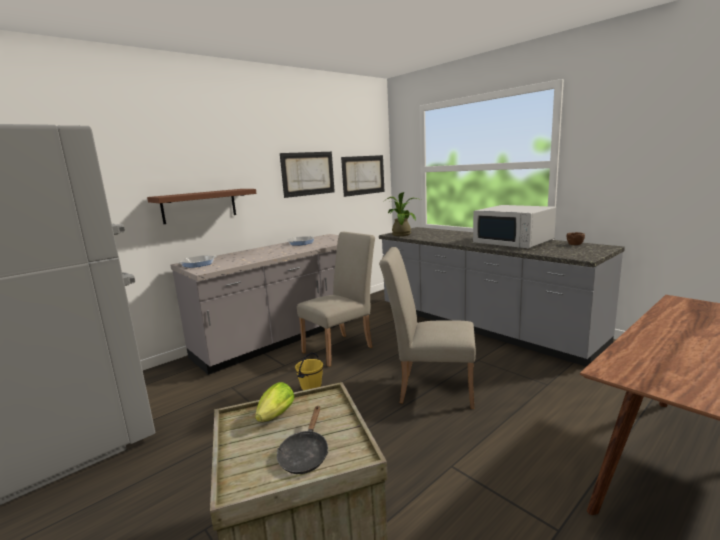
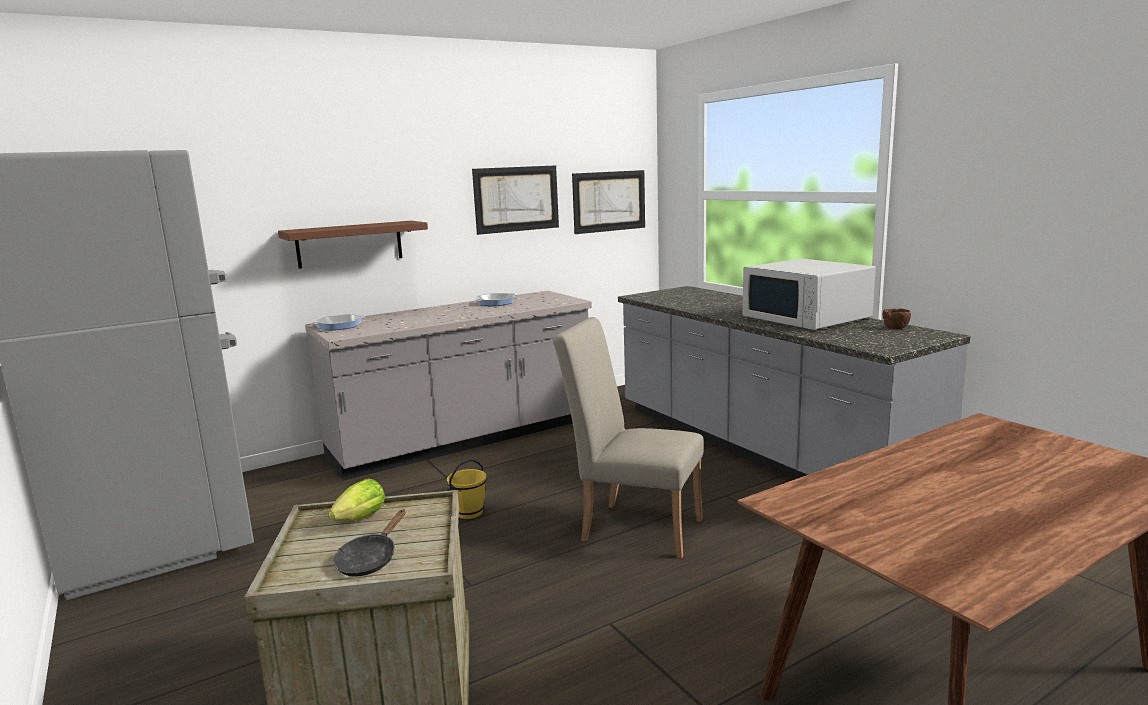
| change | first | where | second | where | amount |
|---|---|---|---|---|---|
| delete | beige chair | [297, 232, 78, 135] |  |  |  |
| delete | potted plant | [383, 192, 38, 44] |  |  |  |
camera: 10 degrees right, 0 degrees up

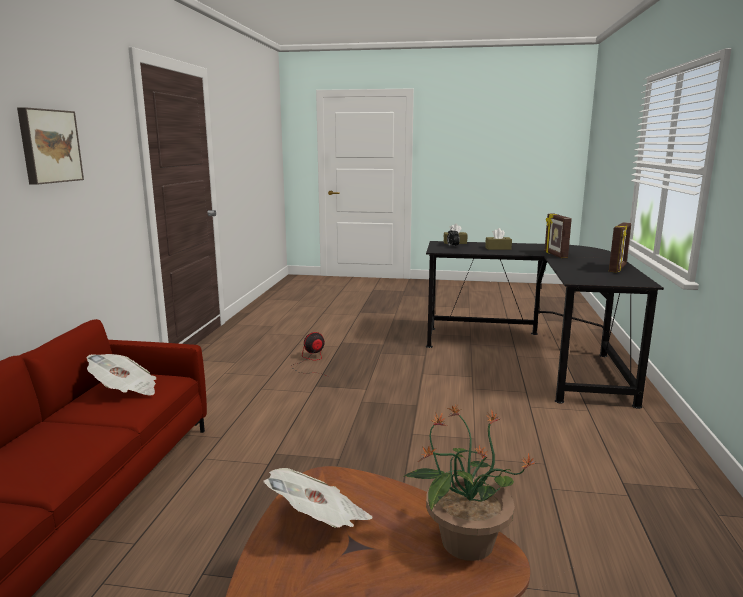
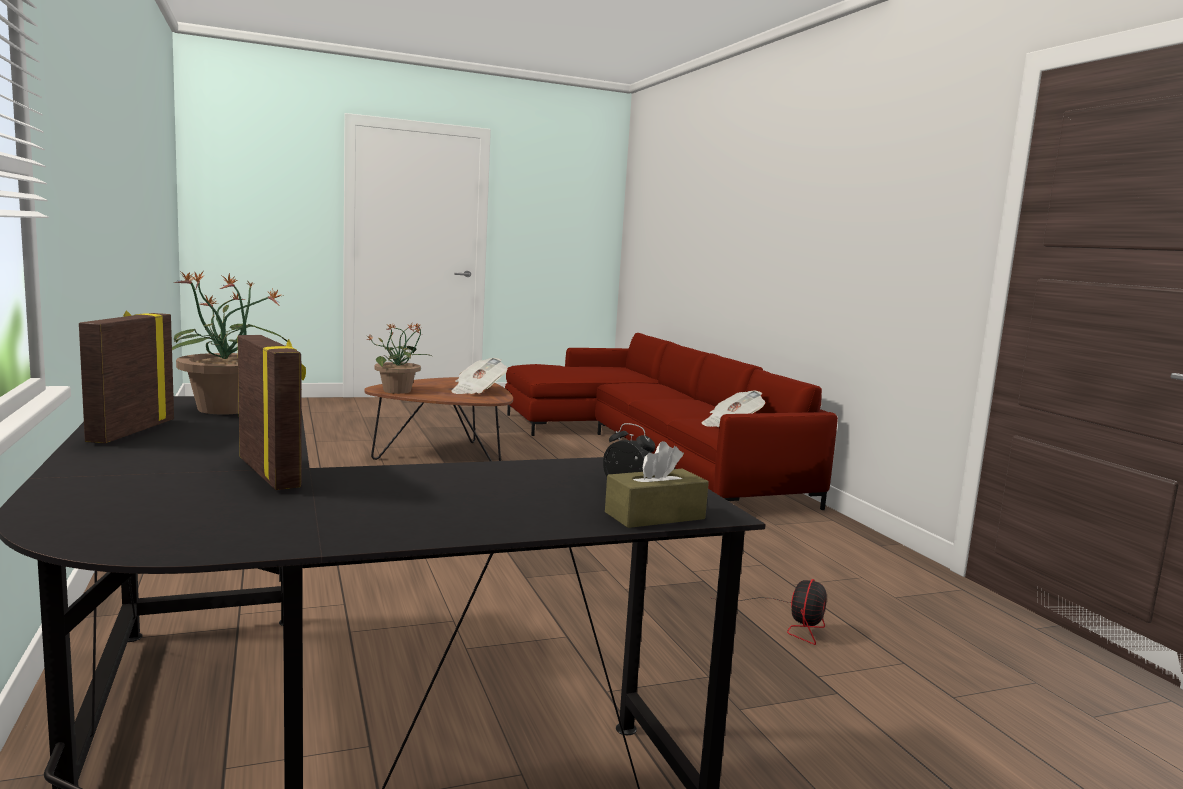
| change | first | where | second | where | amount |
|---|---|---|---|---|---|
| delete | picture | [17, 107, 67, 78] |  |  |  |
| delete | brown tissue box | [485, 228, 27, 22] |  |  |  |
| insert |  |  | potted plant | [172, 271, 115, 144] |  |
camera: 150 degrees right, 5 degrees down

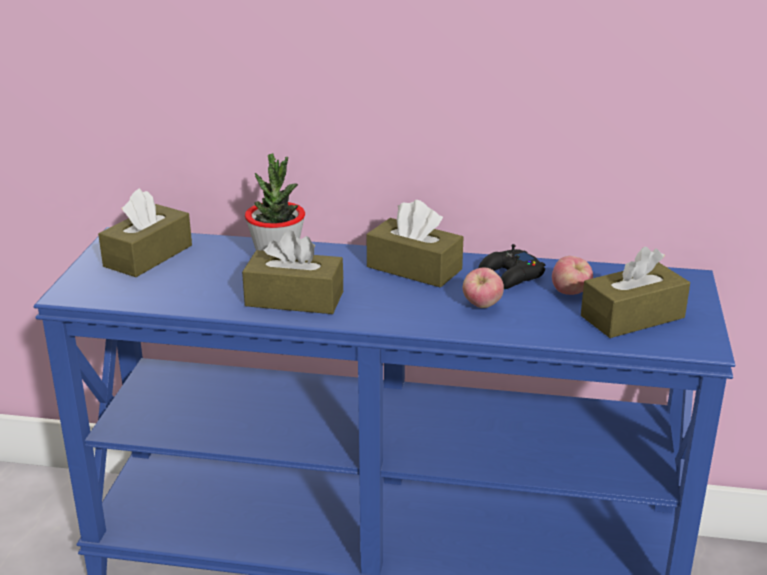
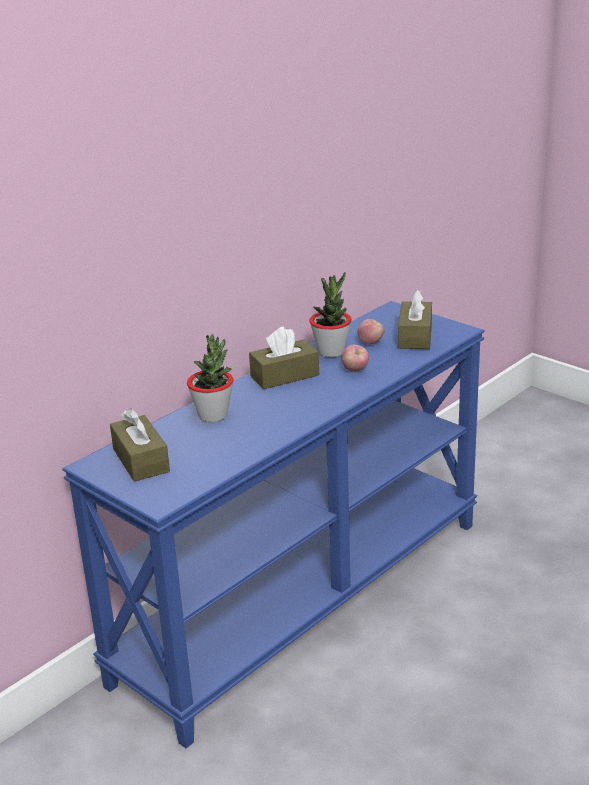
| change | first | where | second | where | amount |
|---|---|---|---|---|---|
| delete | brown tissue box | [242, 230, 101, 84] |  |  |  |
| replace | black game controller | [478, 244, 67, 45] | potted plant | [309, 272, 43, 85] |  |
camera: 55 degrees left, 0 degrees up

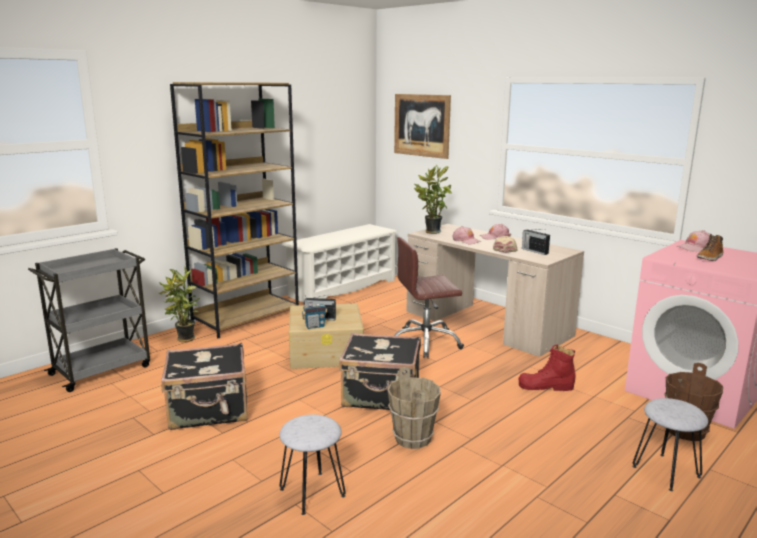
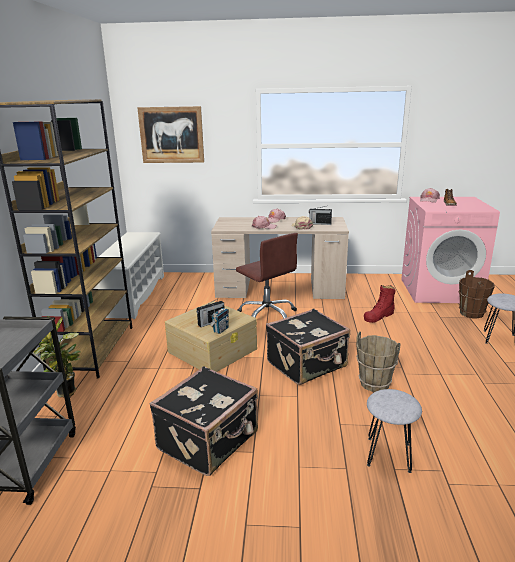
| change | first | where | second | where | amount |
|---|---|---|---|---|---|
| delete | potted plant | [414, 165, 38, 69] |  |  |  |
| rotate | brown office chair | [394, 237, 70, 121] |  | [236, 233, 62, 86] | 75 degrees counterclockwise |
camera: 40 degrees left, 5 degrees up

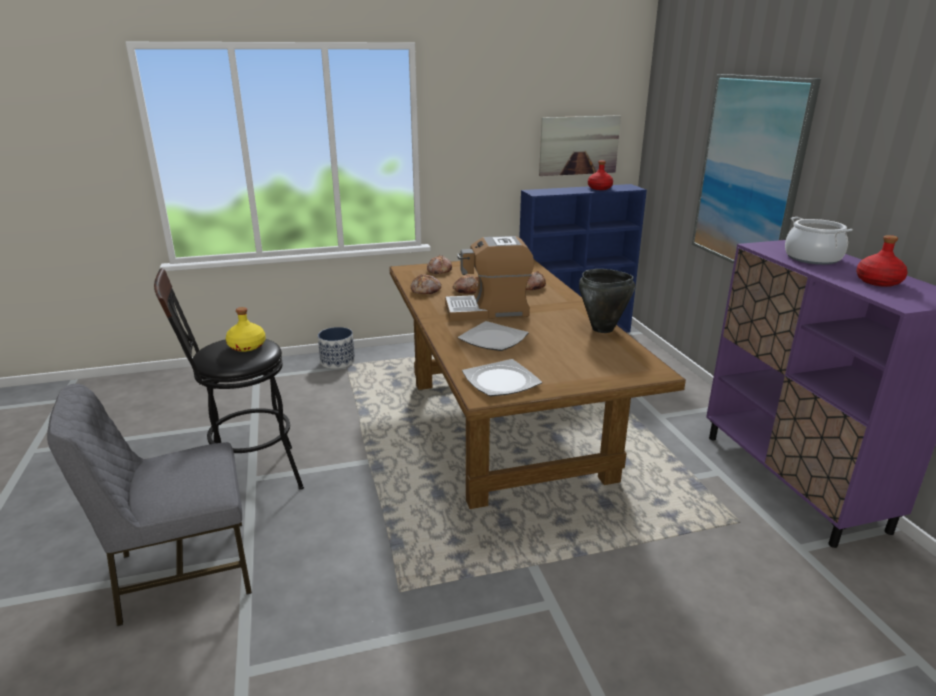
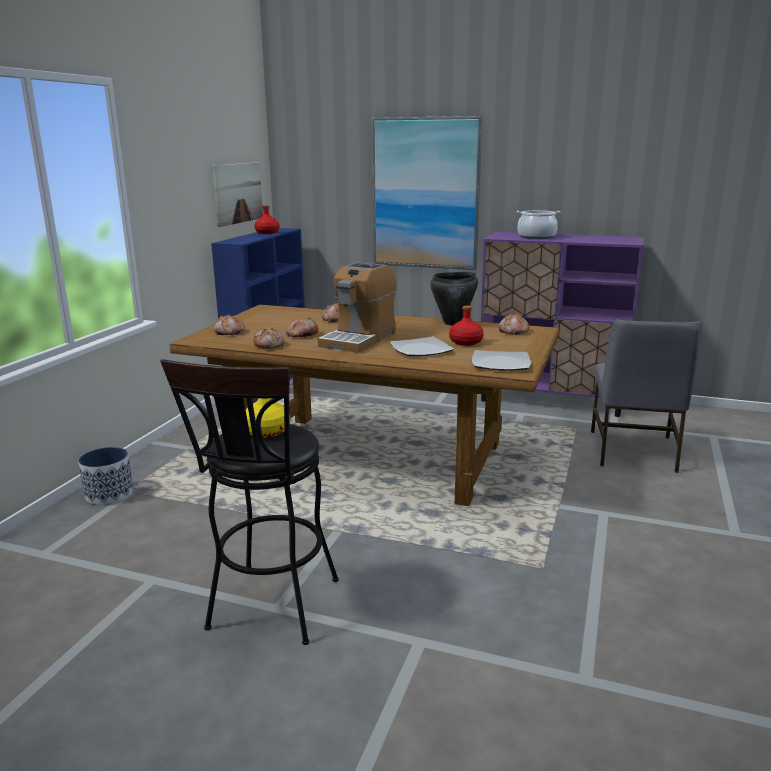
| change | first | where | second | where | amount |
|---|---|---|---|---|---|
| insert |  |  | bread | [499, 314, 30, 21] |  |
| move | grey chair | [47, 384, 205, 242] |  | [591, 319, 111, 154] |  |
| move | red bottle | [856, 235, 52, 52] |  | [449, 306, 35, 40] |  |
camera: 55 degrees left, 5 degrees down

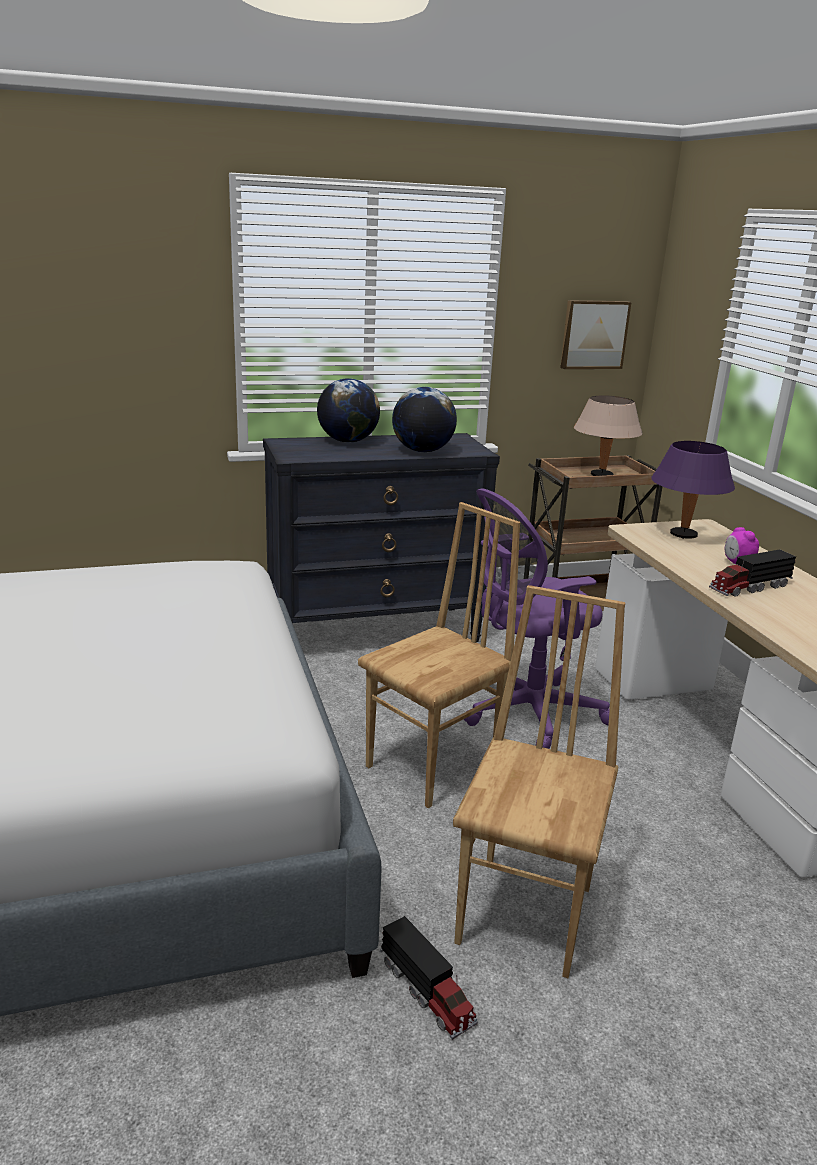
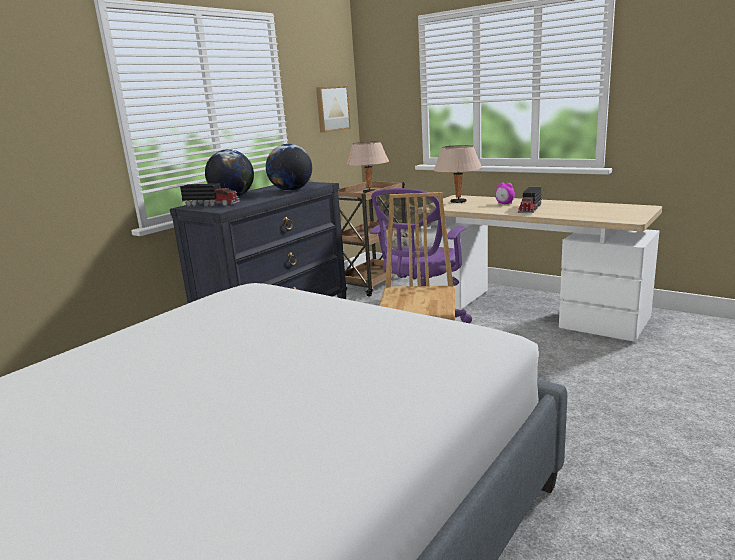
| change | first | where | second | where | amount |
|---|---|---|---|---|---|
| delete | brown chair | [453, 585, 172, 393] |  |  |  |
| move | toy truck | [380, 916, 98, 124] |  | [180, 184, 60, 22] |  |
| recolor | purple table lamp | [651, 441, 84, 98] | beige table lamp | [434, 145, 48, 58] |  |
camera: 35 degrees left, 5 degrees down

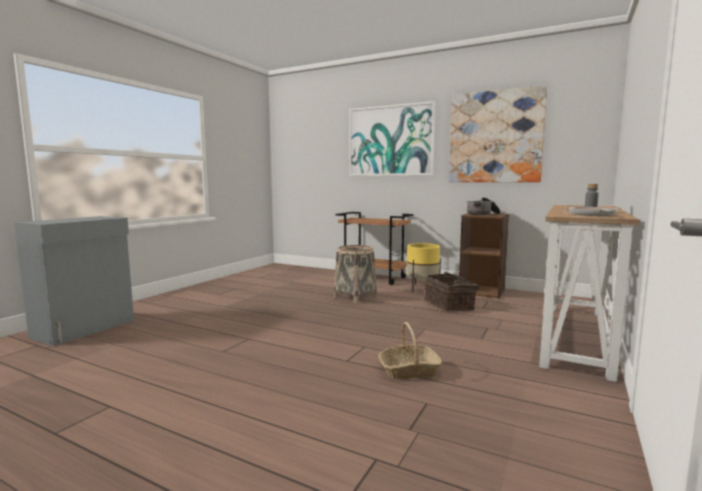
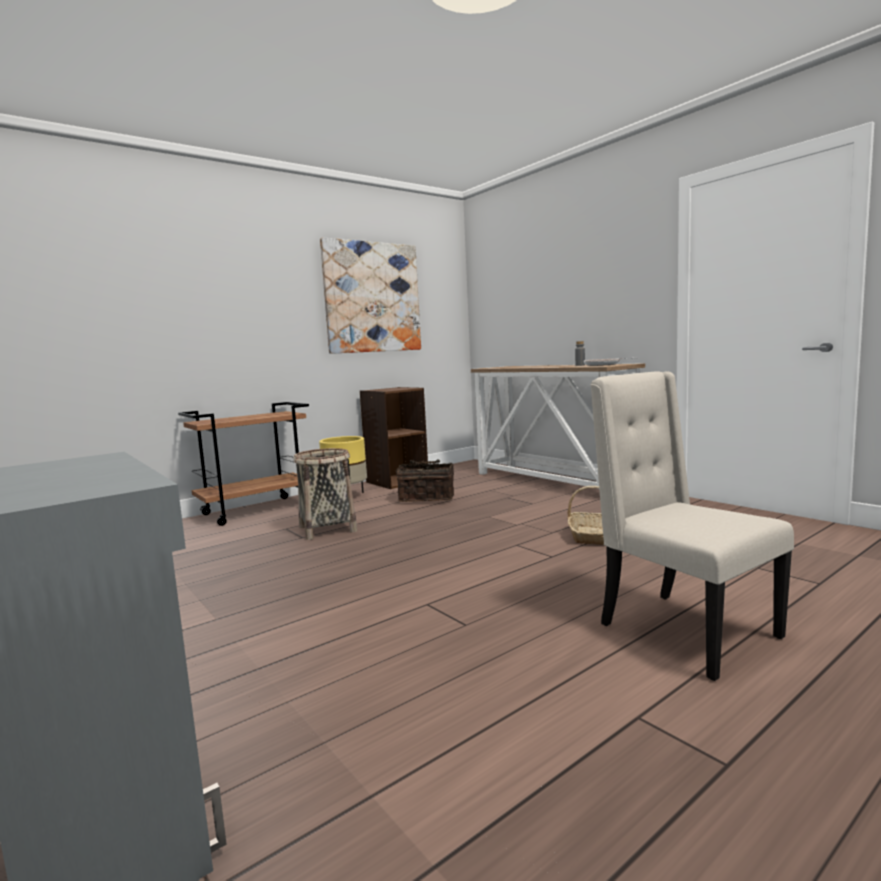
| change | first | where | second | where | amount |
|---|---|---|---|---|---|
| delete | picture | [349, 101, 87, 75] |  |  |  |
| delete | cooking pot | [467, 197, 34, 18] |  |  |  |
| insert |  |  | beige chair | [590, 371, 204, 310] |  |
camera: 65 degrees left, 0 degrees up

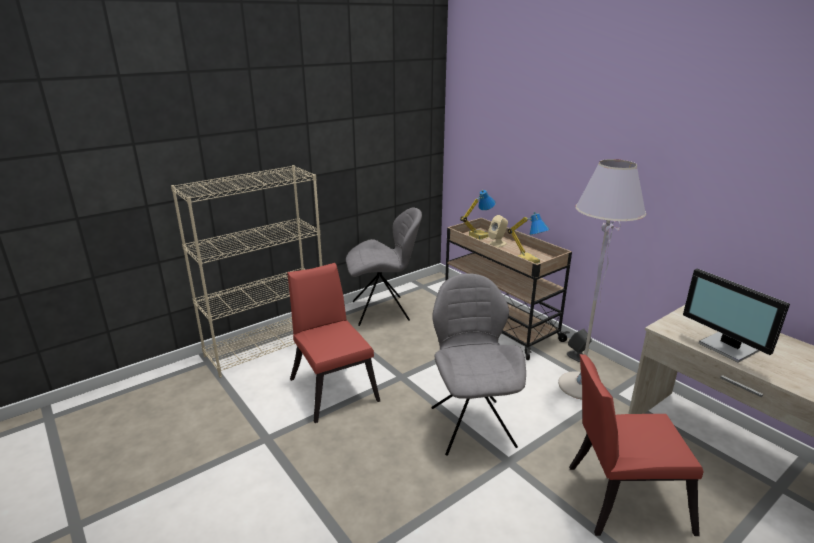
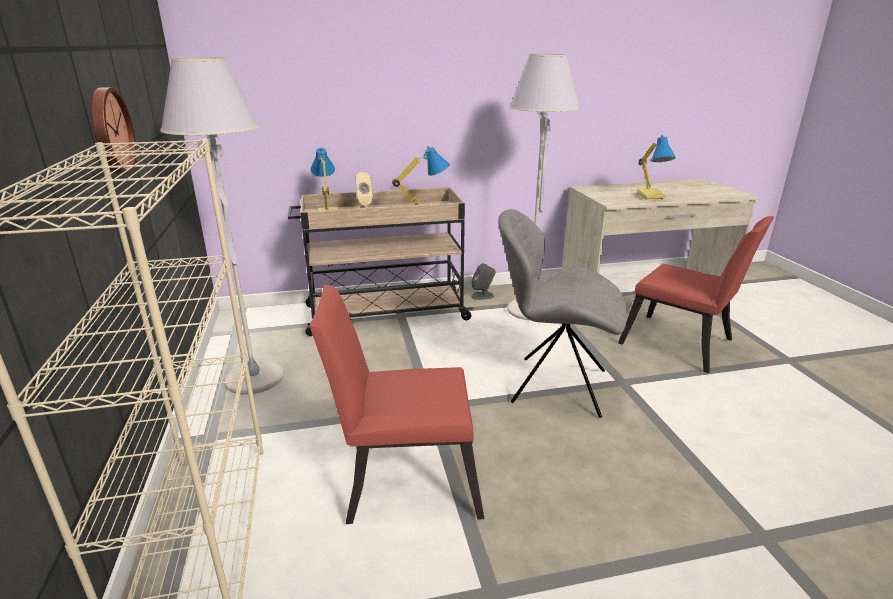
| change | first | where | second | where | amount |
|---|---|---|---|---|---|
| insert |  |  | wall clock | [91, 87, 45, 87] |  |
| replace | grey chair | [346, 208, 76, 118] | grey floor lamp | [160, 57, 124, 338] |  |
| replace | monitor | [683, 268, 107, 95] | table lamp | [637, 135, 39, 65] |  |
| rotate | red chair | [569, 354, 135, 182] |  | [618, 216, 156, 157] | 75 degrees counterclockwise |
camera: 65 degrees left, 0 degrees up

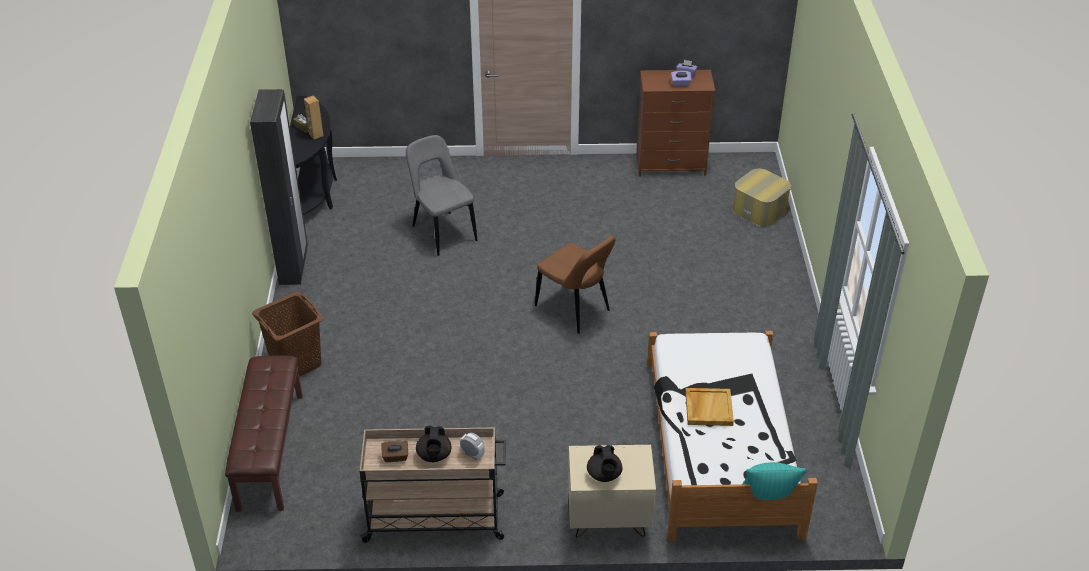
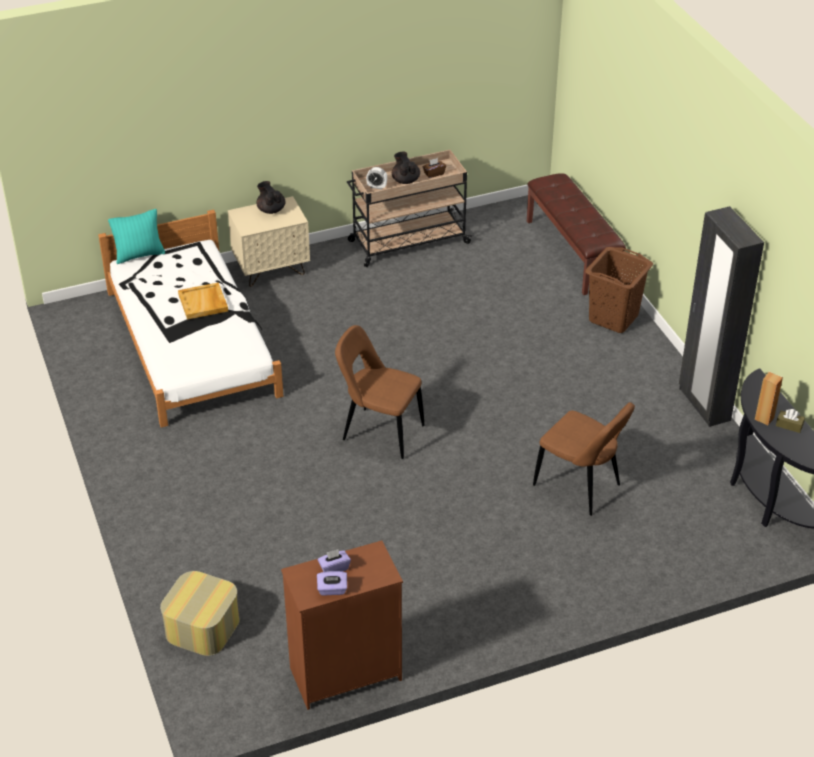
| change | first | where | second | where | amount |
|---|---|---|---|---|---|
| recolor | grey chair | [406, 135, 71, 121] | brown chair | [533, 402, 102, 114] |  |
camera: 160 degrees right, 0 degrees up

